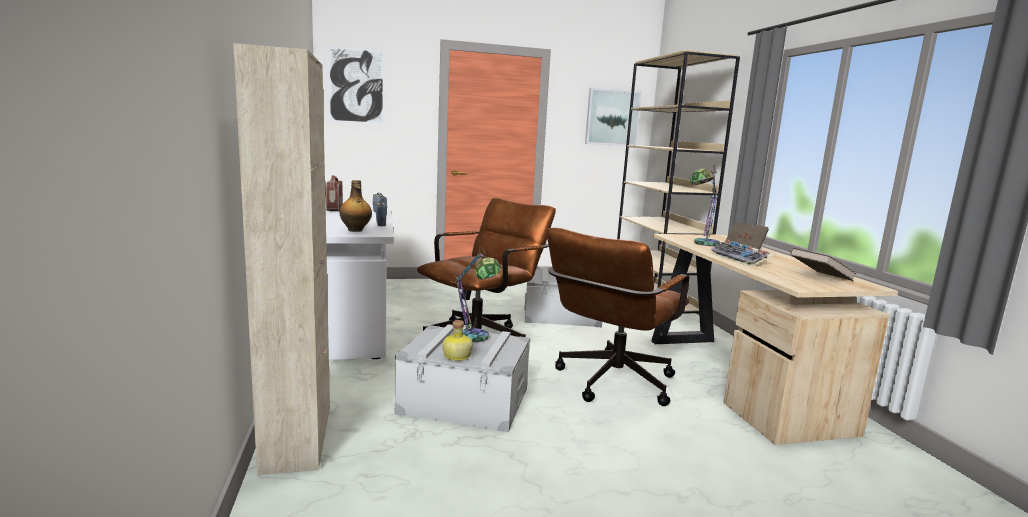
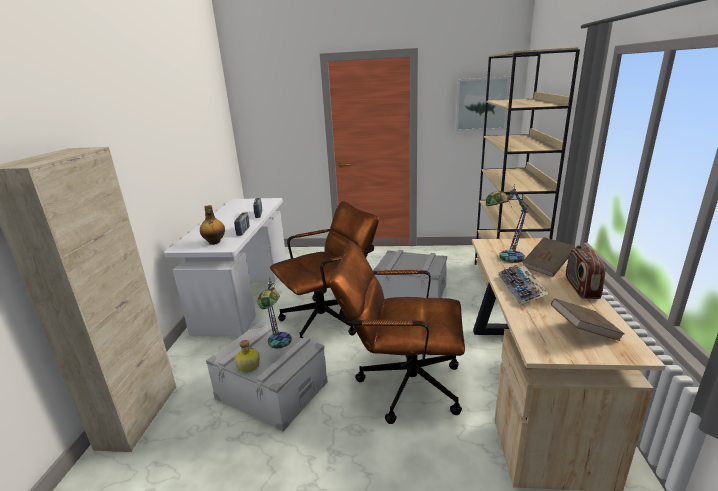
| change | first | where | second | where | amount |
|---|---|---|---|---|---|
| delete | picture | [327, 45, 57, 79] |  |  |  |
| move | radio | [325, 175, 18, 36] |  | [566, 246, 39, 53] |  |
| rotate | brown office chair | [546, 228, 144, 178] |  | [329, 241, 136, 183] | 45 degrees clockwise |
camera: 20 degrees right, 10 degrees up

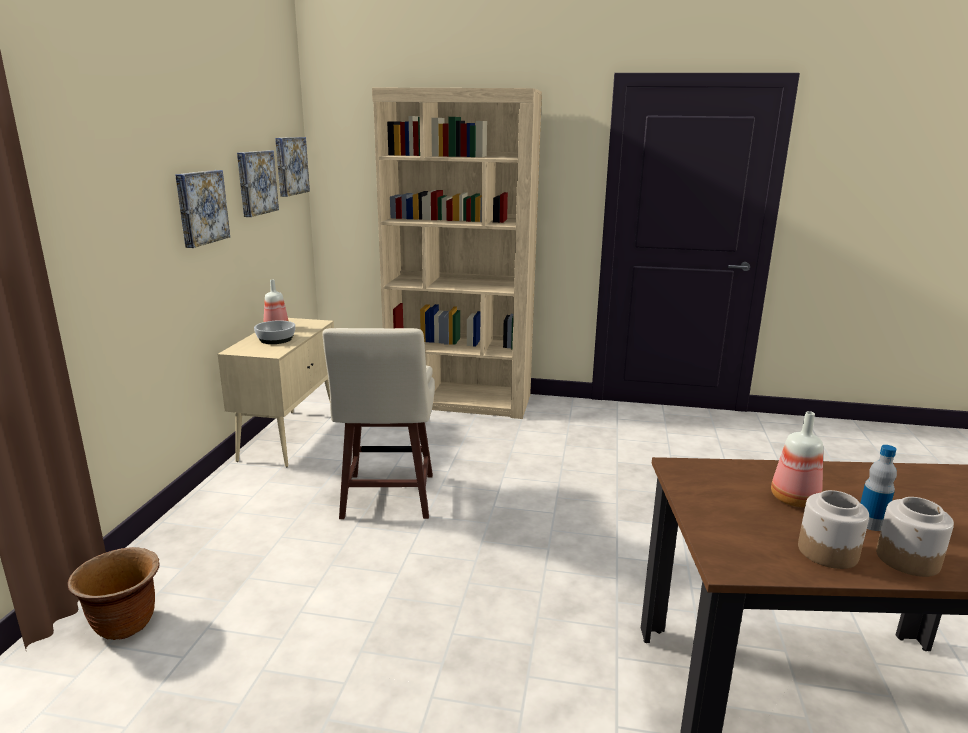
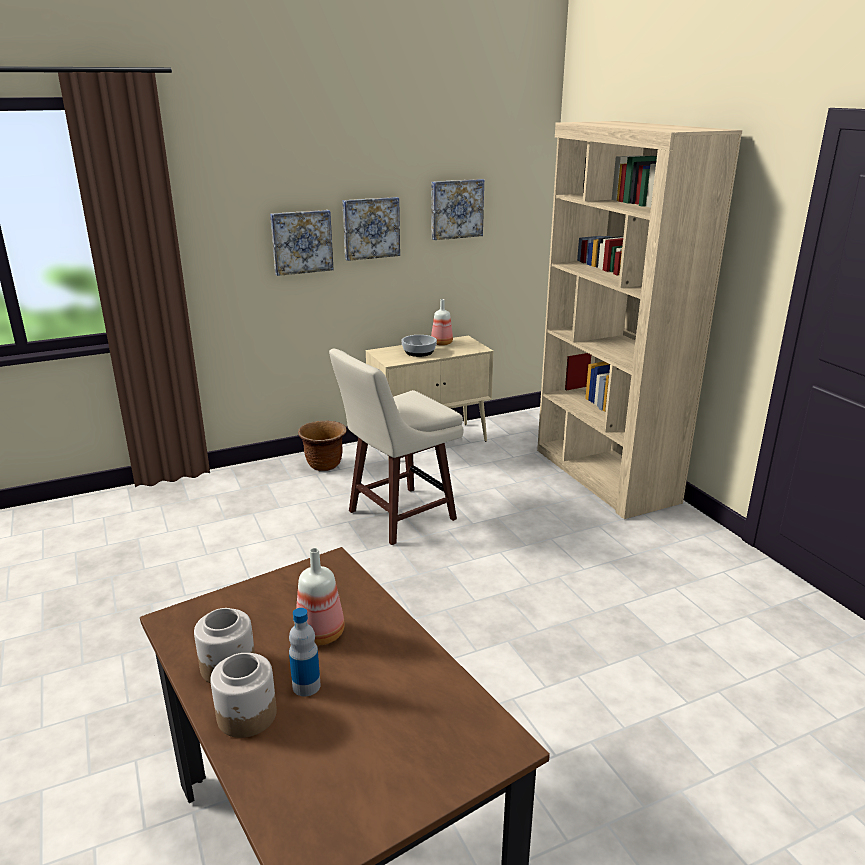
| change | first | where | second | where | amount |
|---|---|---|---|---|---|
| move | brown planter | [67, 547, 93, 93] |  | [298, 421, 49, 50] |  |
| move | picture | [275, 137, 35, 60] |  | [270, 210, 64, 66] |  |
camera: 55 degrees right, 5 degrees up

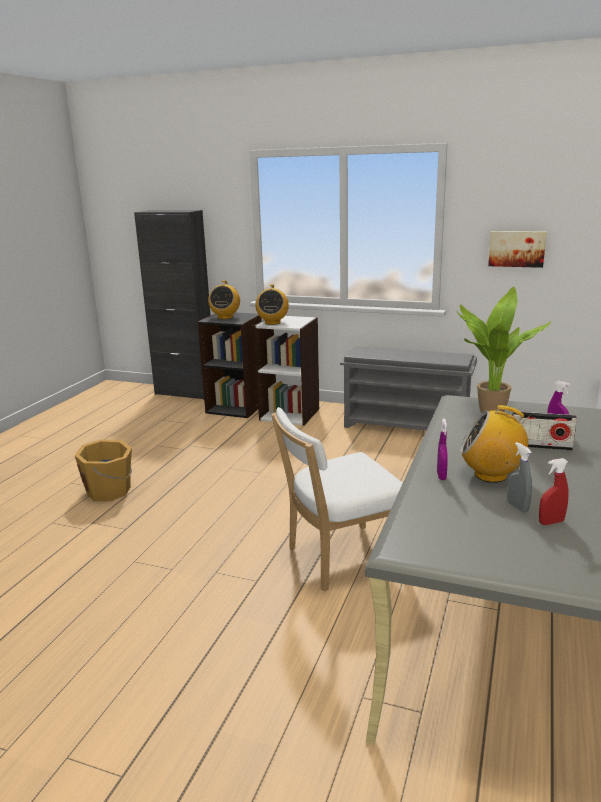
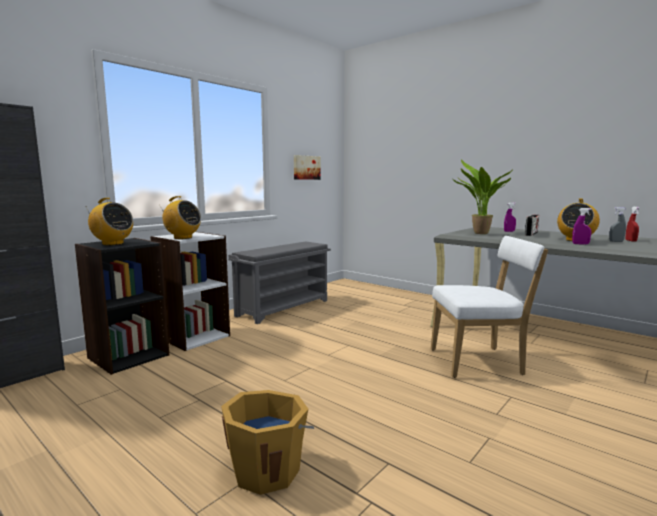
| change | first | where | second | where | amount |
|---|---|---|---|---|---|
| rotate | white chair | [271, 407, 132, 185] |  | [431, 236, 117, 142] | 90 degrees counterclockwise |
camera: 70 degrees left, 10 degrees down

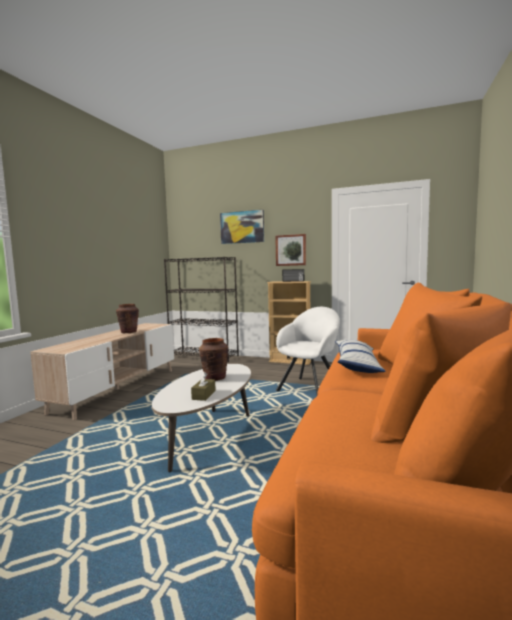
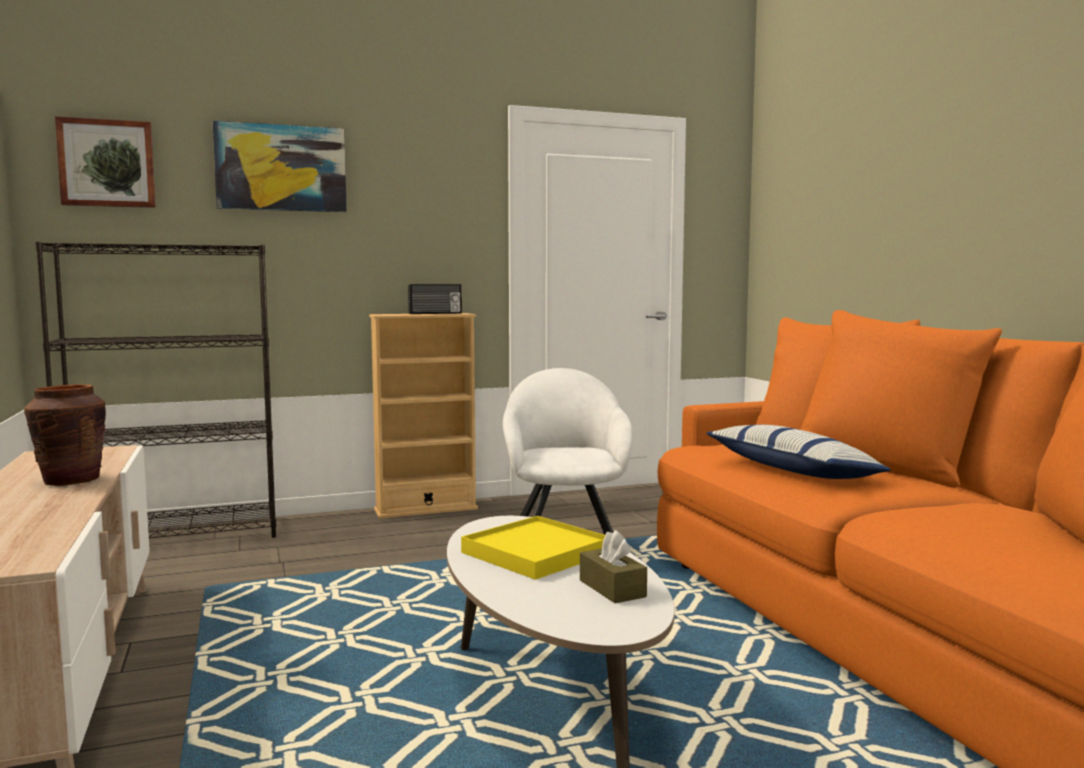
| change | first | where | second | where | amount |
|---|---|---|---|---|---|
| move | picture | [275, 234, 31, 32] |  | [55, 116, 101, 92] |  |
| replace | brown vase | [199, 338, 29, 43] | yellow tray | [461, 516, 144, 64] |  |
camera: 40 degrees left, 0 degrees up

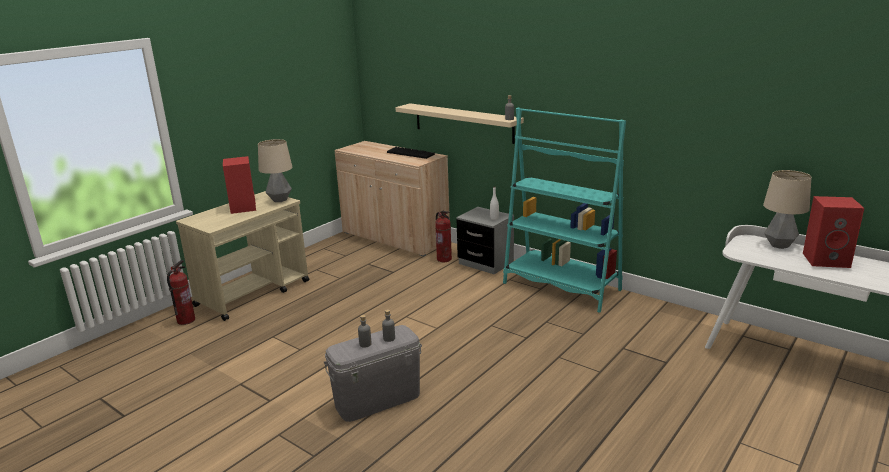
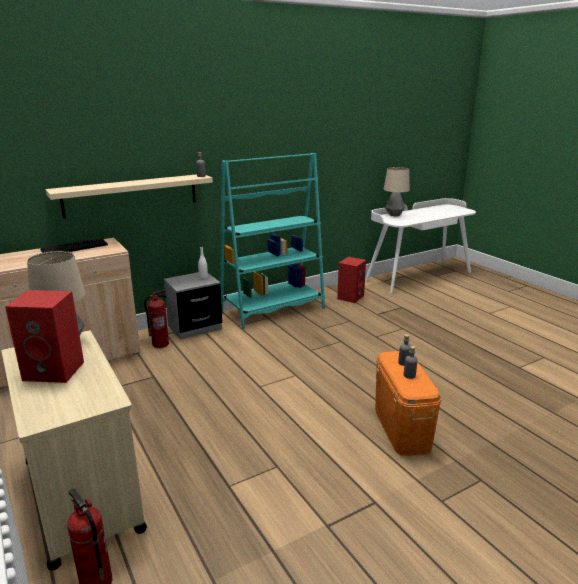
| change | first | where | second | where | amount |
|---|---|---|---|---|---|
| move | red speaker | [803, 196, 61, 72] |  | [337, 257, 29, 46] |  |
| recolor | grey storage box | [324, 325, 98, 97] | orange storage box | [375, 351, 67, 105] |  |
camera: 70 degrees left, 0 degrees up

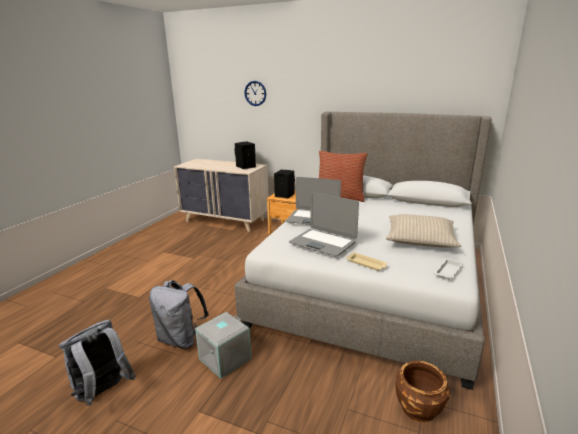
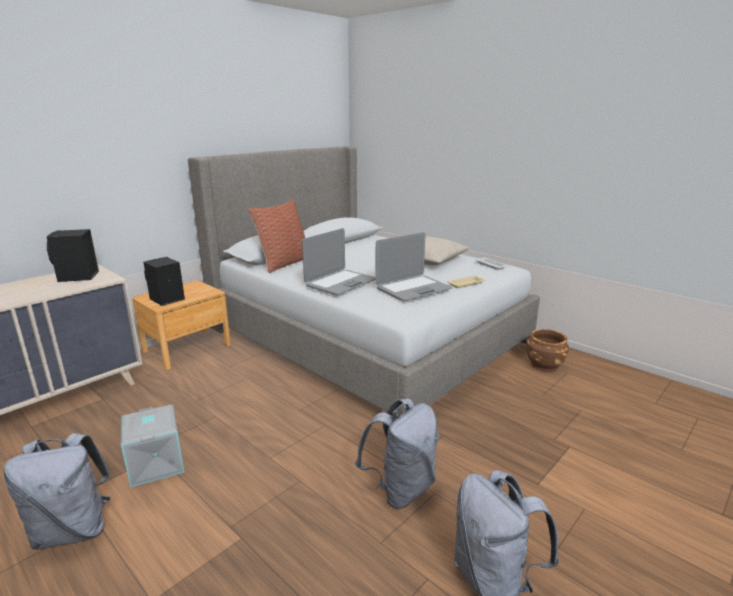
| change | first | where | second | where | amount |
|---|---|---|---|---|---|
| delete | wall clock | [244, 81, 22, 25] |  |  |  |
| insert |  |  | grey backpack | [4, 433, 106, 117] |  |
| move | grey storage box | [195, 312, 56, 66] |  | [121, 405, 64, 83] |  |
camera: 70 degrees left, 0 degrees up

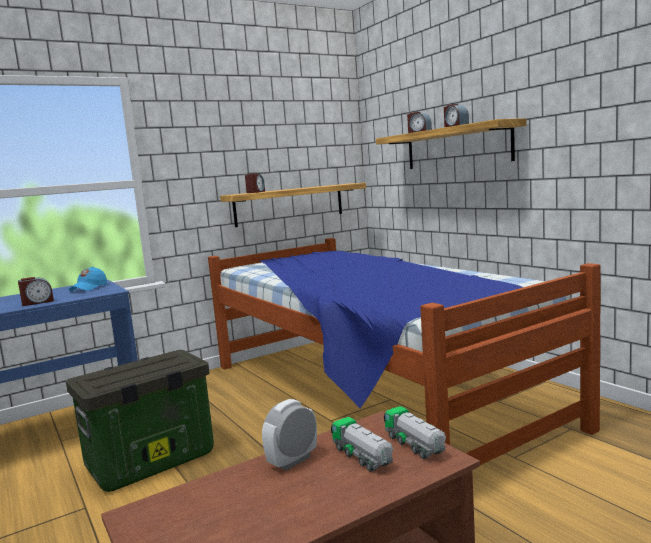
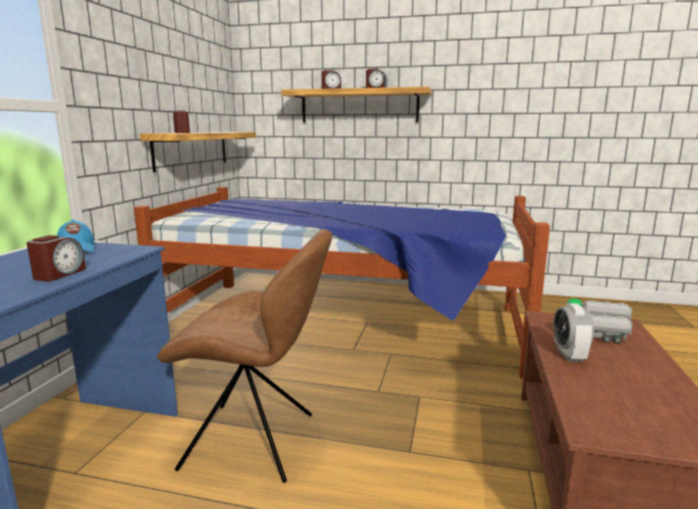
| change | first | where | second | where | amount |
|---|---|---|---|---|---|
| replace | storage box | [66, 350, 148, 142] | brown chair | [157, 229, 175, 254] |  |
camera: 45 degrees left, 5 degrees up

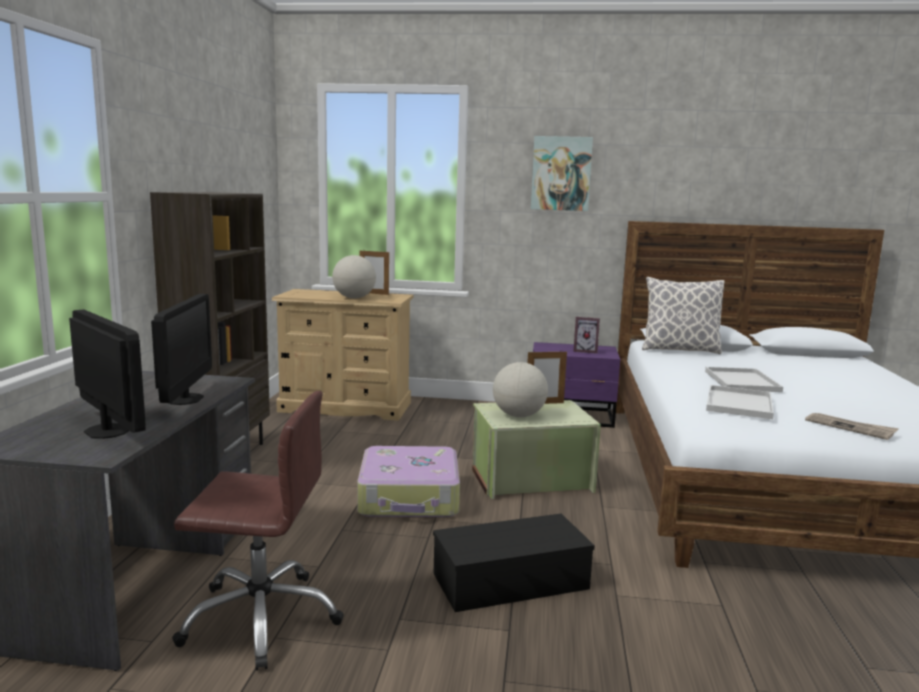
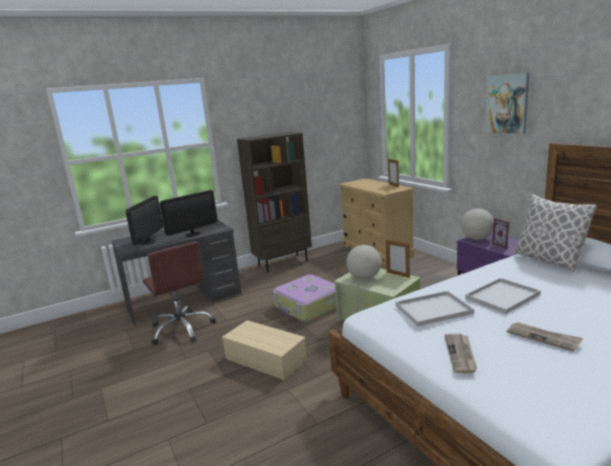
| change | first | where | second | where | amount |
|---|---|---|---|---|---|
| insert |  |  | newspaper | [506, 322, 77, 29] |  |
| move | globe | [332, 255, 44, 44] |  | [461, 209, 33, 31] |  |
| recolor | black storage box | [433, 514, 162, 98] | beige storage box | [222, 320, 85, 60] |  |
camera: 55 degrees right, 5 degrees up

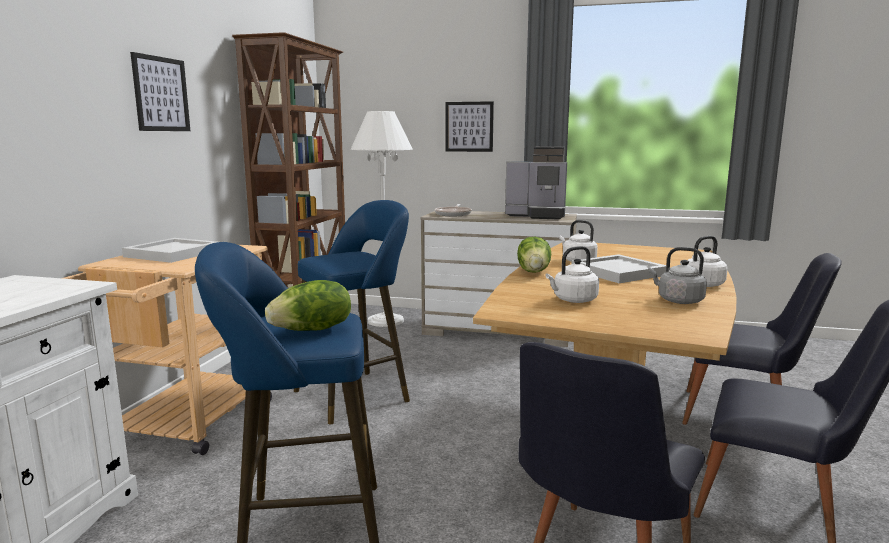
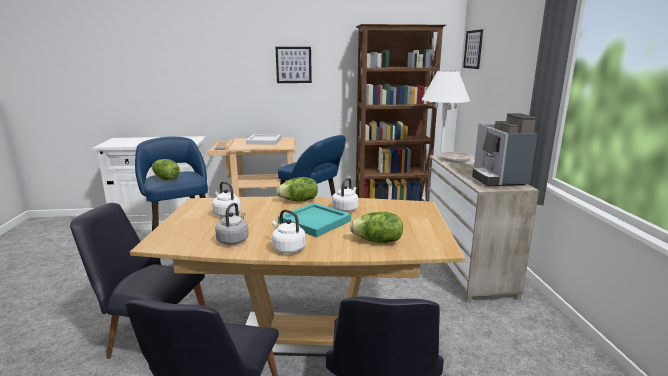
| change | first | where | second | where | amount |
|---|---|---|---|---|---|
| insert |  |  | lettuce | [350, 212, 53, 31] |  |
| move | picture | [445, 101, 49, 51] |  | [463, 29, 20, 40] |  |
| recolor | white tray | [572, 254, 95, 29] | turquoise tray | [278, 203, 73, 34] |  |
camera: 70 degrees right, 5 degrees up

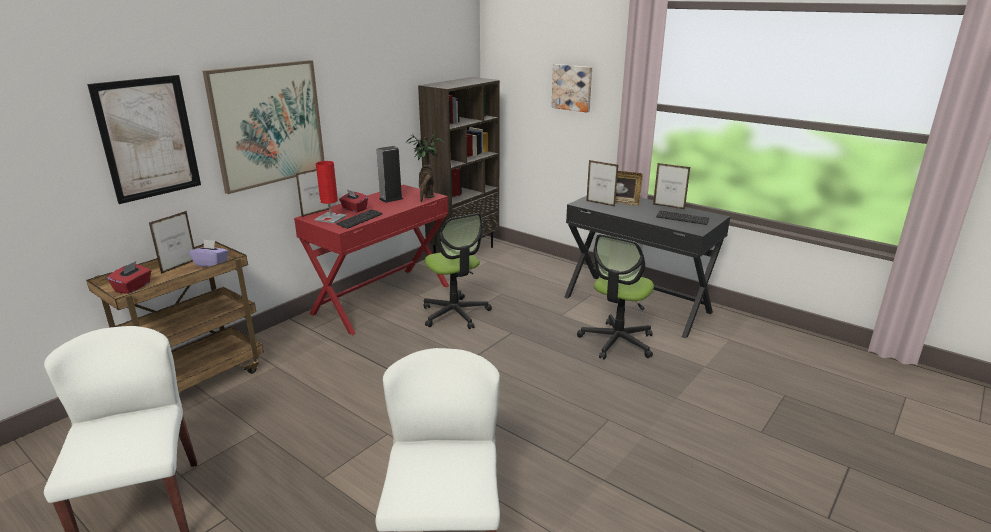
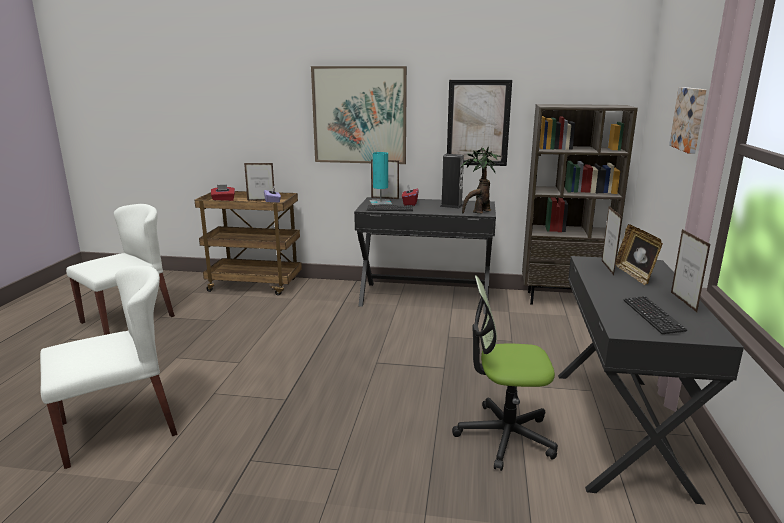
| change | first | where | second | where | amount |
|---|---|---|---|---|---|
| delete | office chair | [423, 213, 69, 116] |  |  |  |
| move | picture | [87, 75, 114, 129] |  | [447, 80, 65, 86] |  |
| recolor | red desk | [294, 185, 155, 150] | black desk | [354, 197, 142, 117] |  |
| recolor | red table lamp | [315, 161, 32, 62] | turquoise table lamp | [370, 152, 22, 53] |  |
camera: 60 degrees right, 5 degrees down

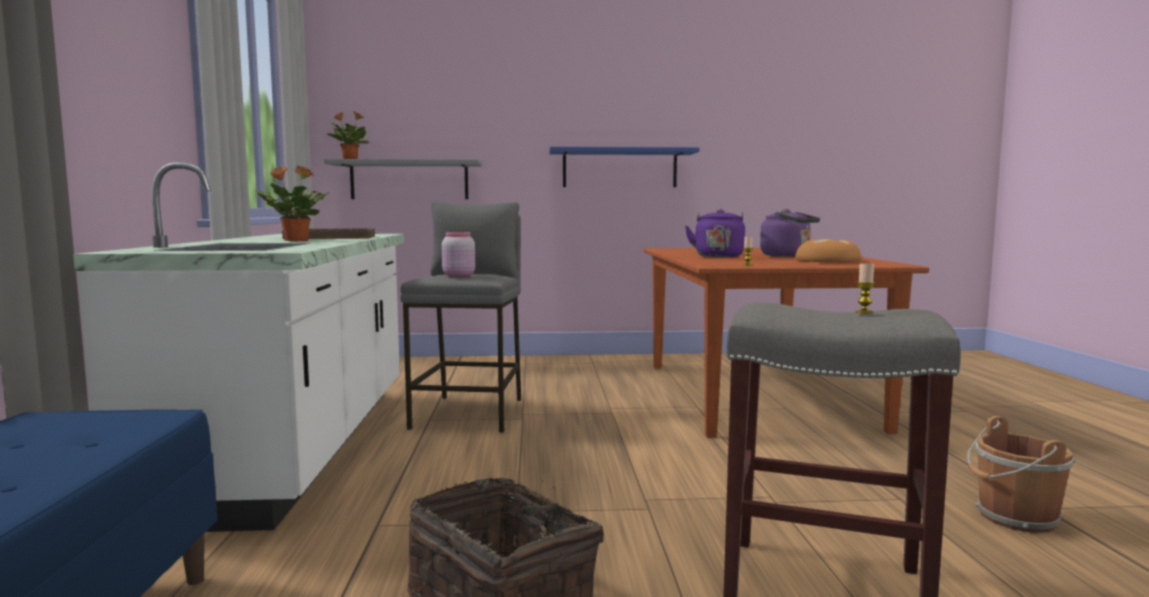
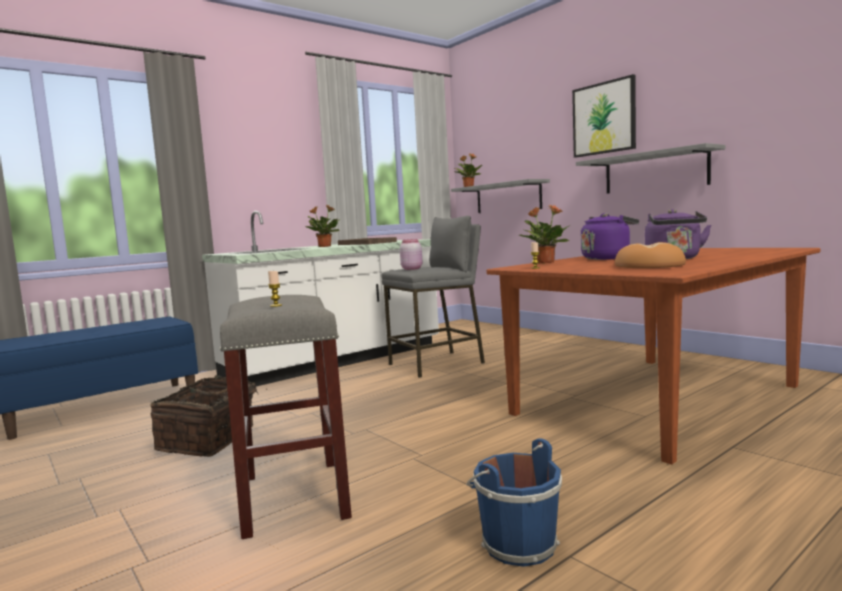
| change | first | where | second | where | amount |
|---|---|---|---|---|---|
| insert |  |  | potted plant | [519, 205, 51, 58] |  |
| insert |  |  | picture | [572, 74, 64, 84] |  |
| recolor | blue shelf | [549, 147, 150, 40] | grey shelf | [576, 143, 149, 51] |  |
| recolor | brown bucket | [967, 416, 109, 117] | blue bucket | [466, 438, 96, 129] |  |
camera: 55 degrees right, 0 degrees up

